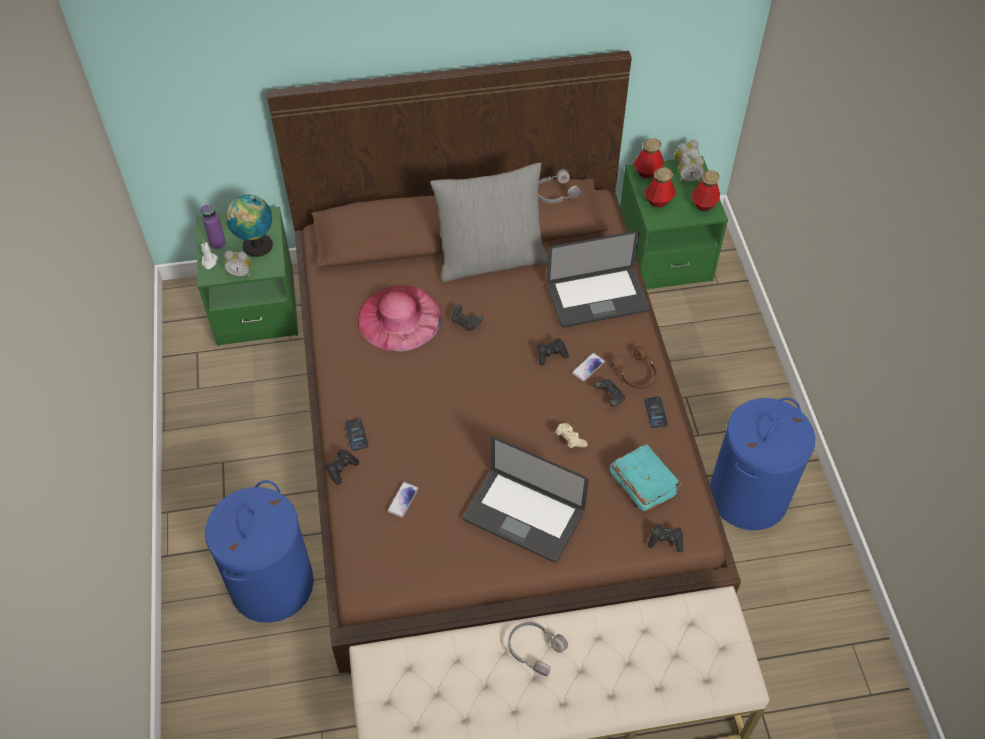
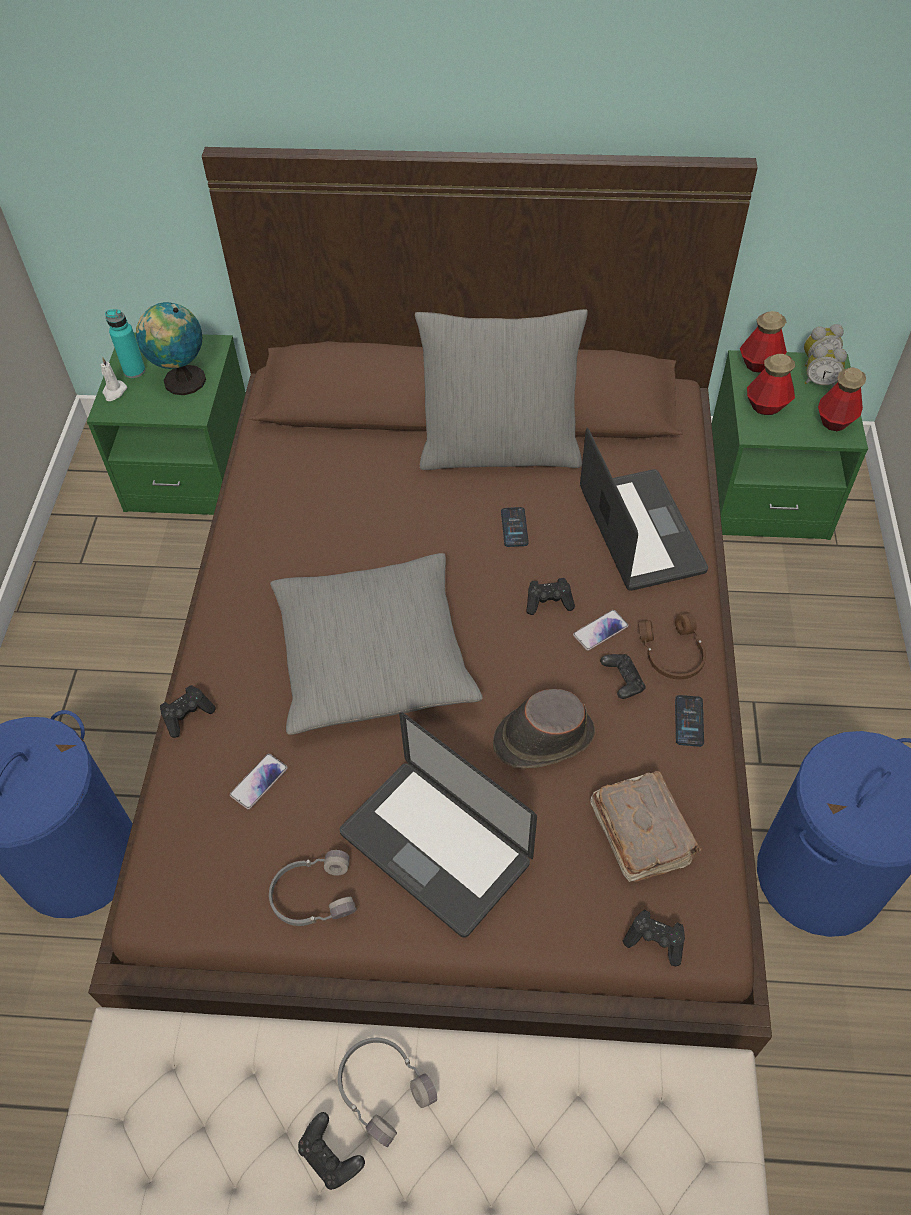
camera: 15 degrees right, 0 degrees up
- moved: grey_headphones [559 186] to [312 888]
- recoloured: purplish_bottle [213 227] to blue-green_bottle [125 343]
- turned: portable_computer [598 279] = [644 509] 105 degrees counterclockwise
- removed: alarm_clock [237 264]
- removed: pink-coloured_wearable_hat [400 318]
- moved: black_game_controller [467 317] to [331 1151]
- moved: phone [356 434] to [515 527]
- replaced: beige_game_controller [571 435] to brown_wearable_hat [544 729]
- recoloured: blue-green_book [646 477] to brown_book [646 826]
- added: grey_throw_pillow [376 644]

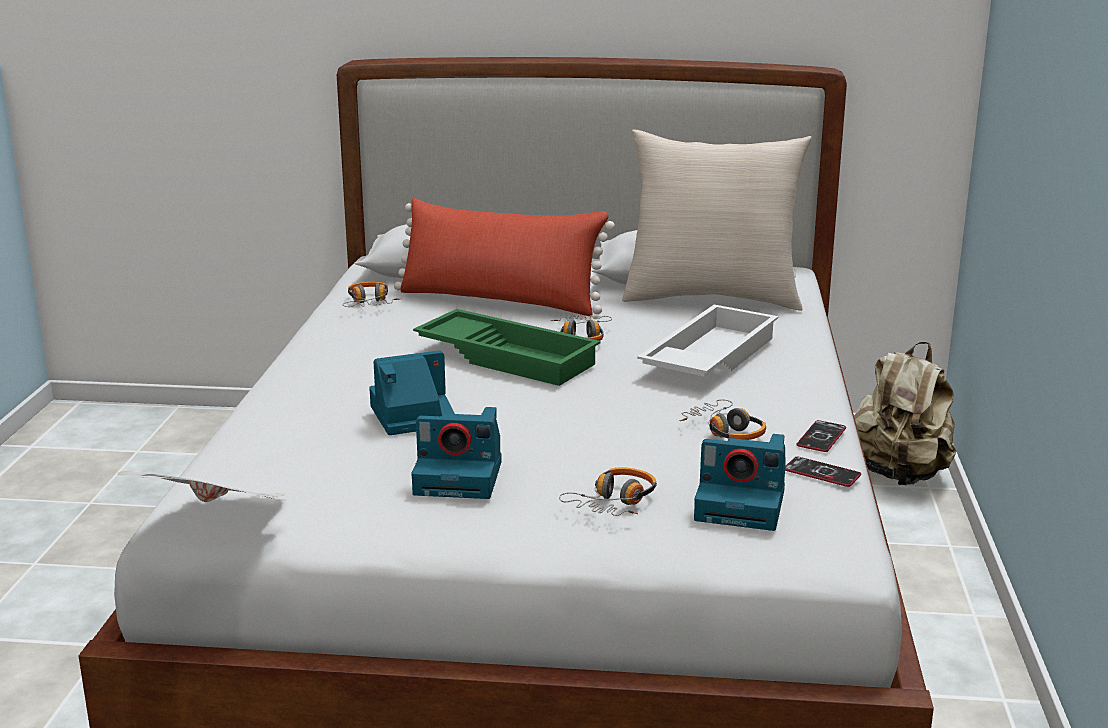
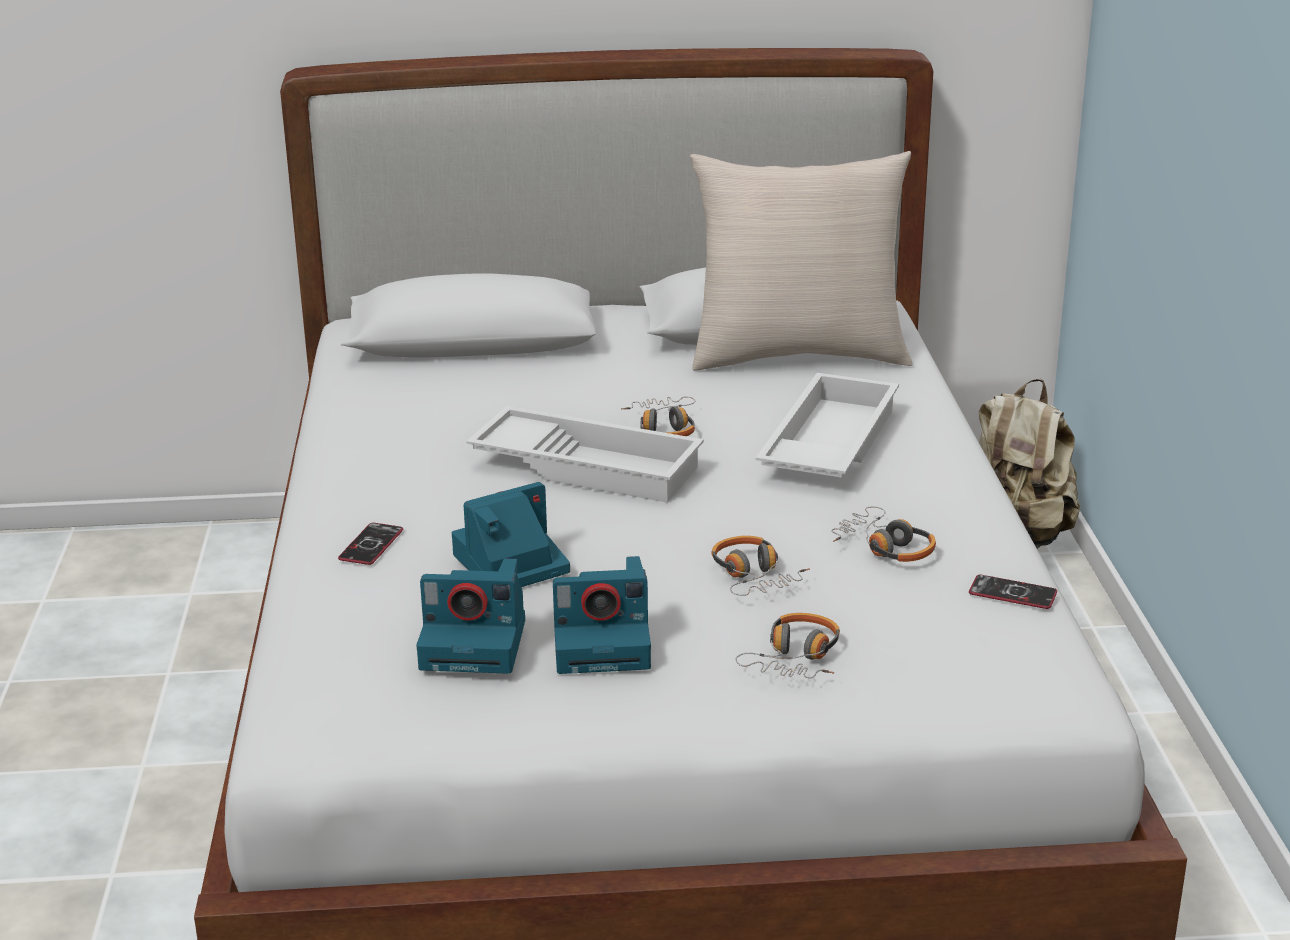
camera: 10 degrees left, 5 degrees up
- removed: reddish_throw_pillow [504 257]
- moved: headphones [372 294] to [760 566]
- recoloured: greenish_serving_tray [507 347] to white_serving_tray [585 454]
- moved: phone [821 436] to [370 544]
- moved: still_camera [740 482] to [470 616]
- removed: daily_paper [201 486]

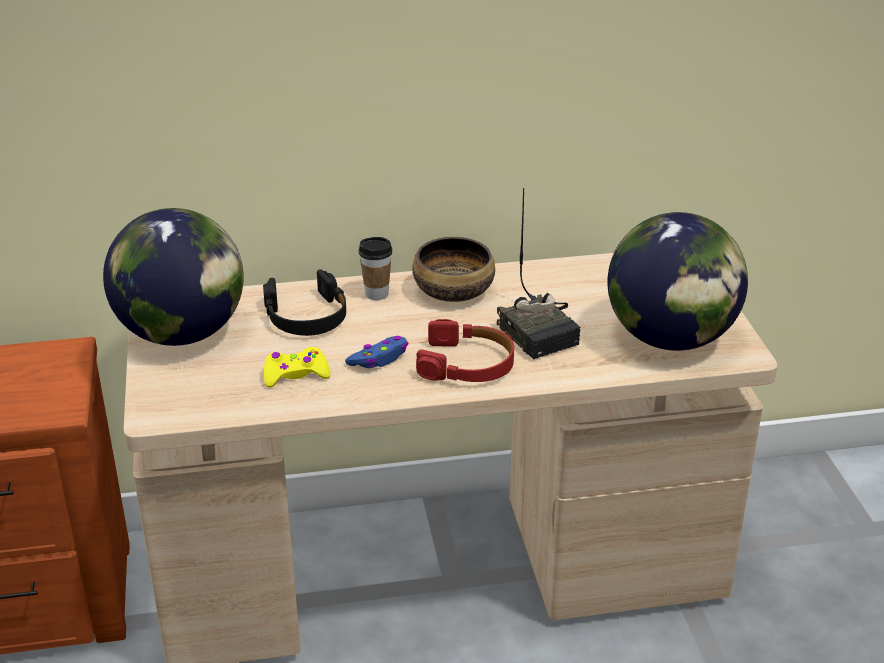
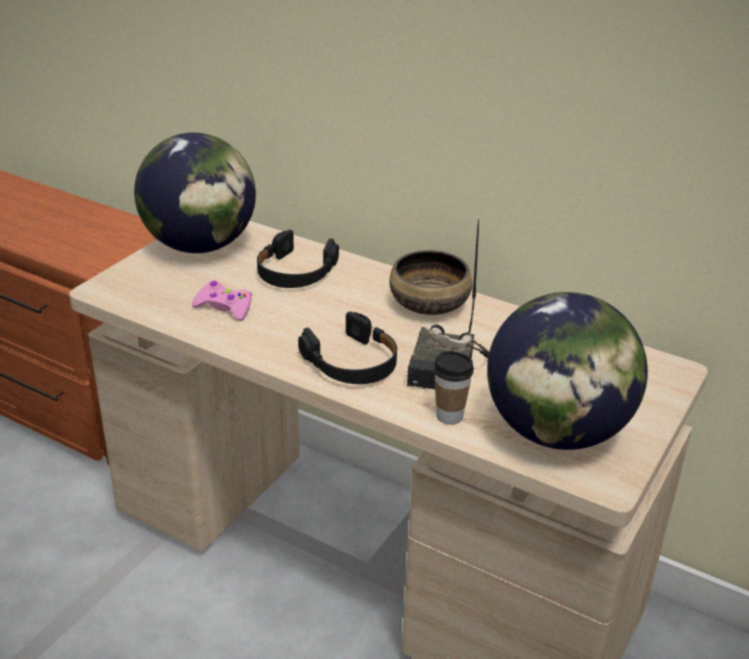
camera: 40 degrees right, 0 degrees up
- moved: small_cup [375 268] to [454 388]
- recoloured: reddish_headphones [465 350] to black_headphones [347 347]
- removed: blue-coloured_game_controller [376 352]
- recoloured: yellow-coloured_game_controller [297 367] to pink-coloured_game_controller [222 301]

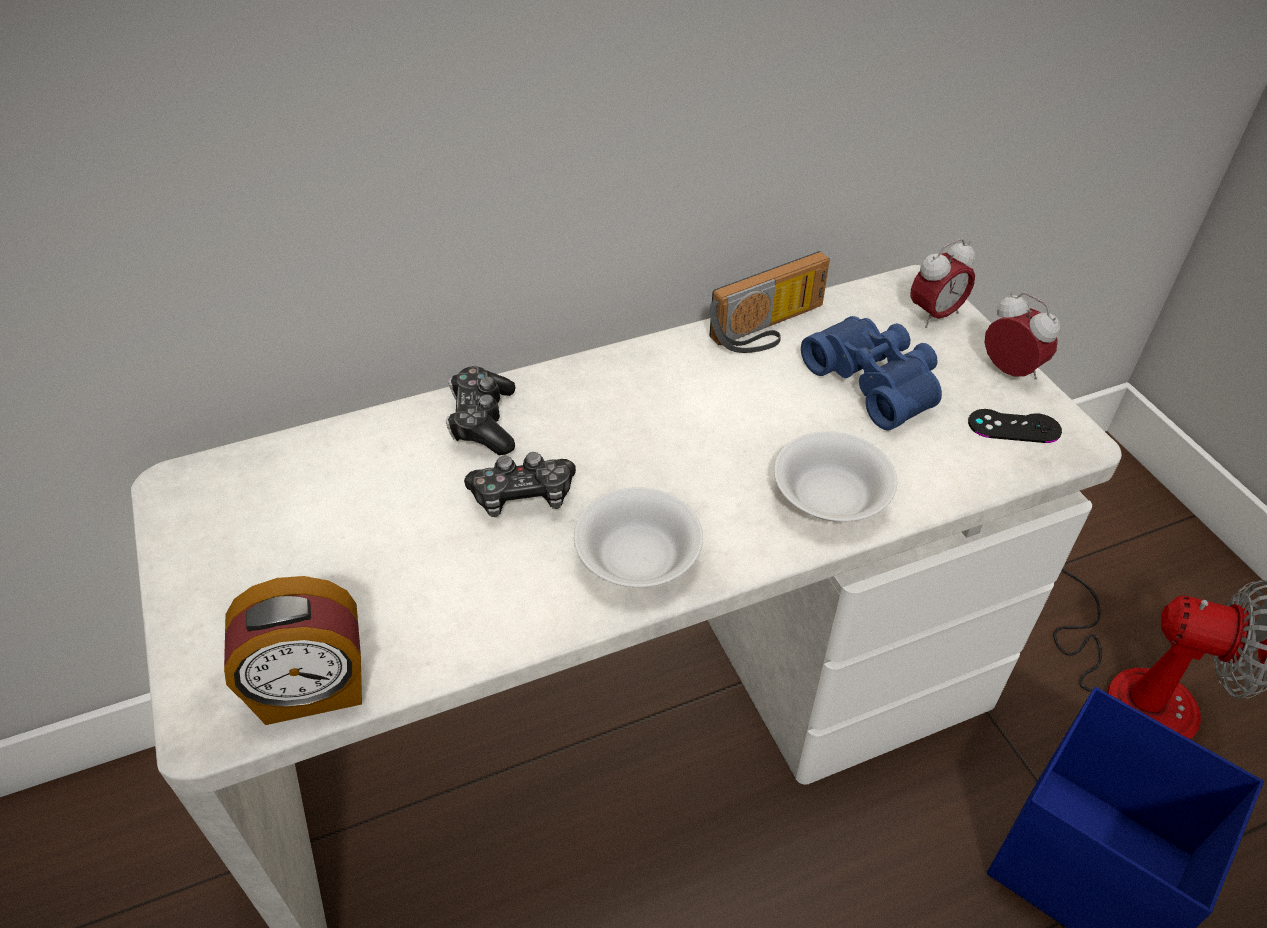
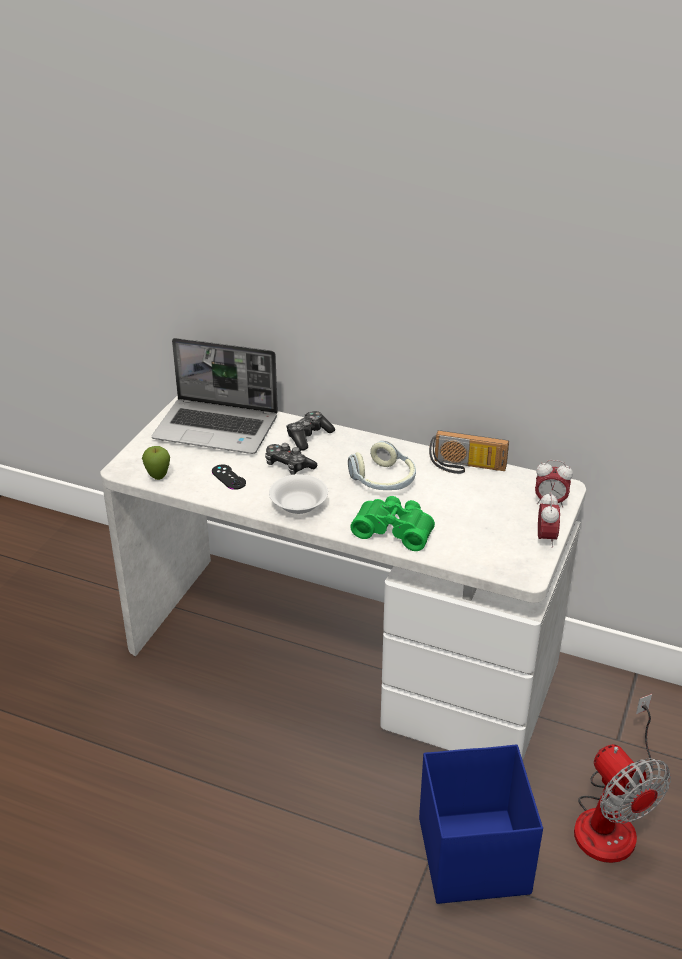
camera: 45 degrees right, 10 degrees down
- removed: blue-coloured_field_glasses [871 373]
- moved: black_game_controller [1015 426] to [229 477]
- replaced: white_serving_bowl [835 476] to greenish_field_glasses [392 523]
- replaced: alarm_clock [293 650] to apple [156 463]
- added: portable_computer [215 396]
- added: headphones [382 465]

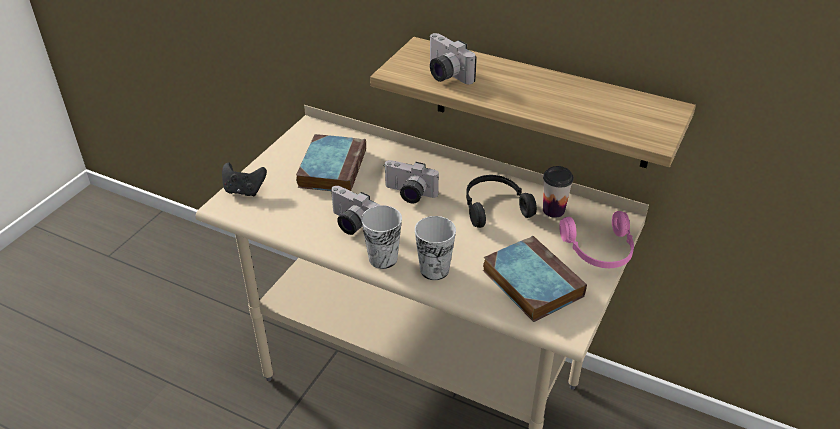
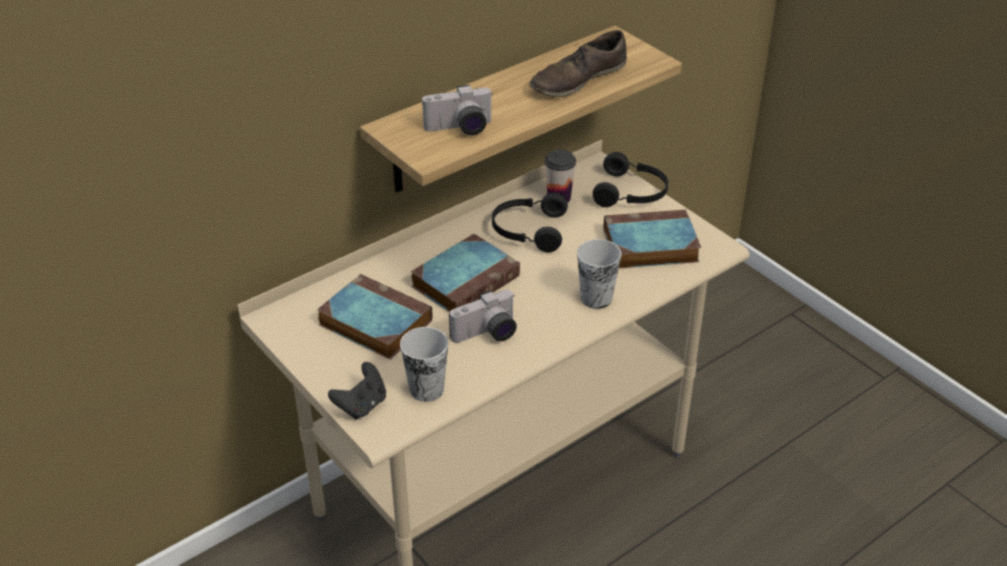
camera: 65 degrees left, 0 degrees up
- replaced: still_camera [411 182] to book [465 273]
- moved: small_cup [381 237] to [424 364]
- recoloured: pink-coloured_headphones [596 239] to black_headphones [630 179]
- added: brown_item_of_footwear [578 63]

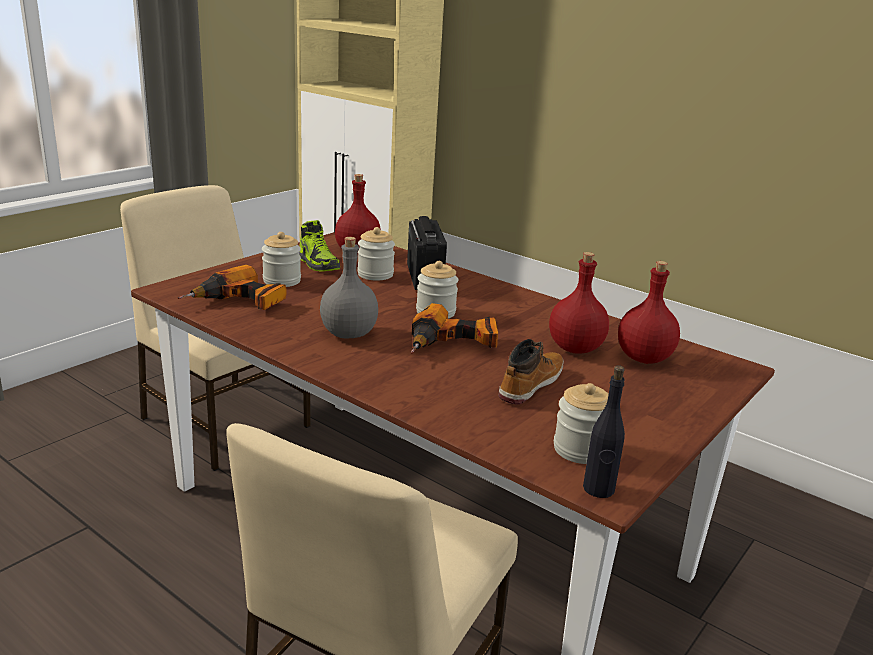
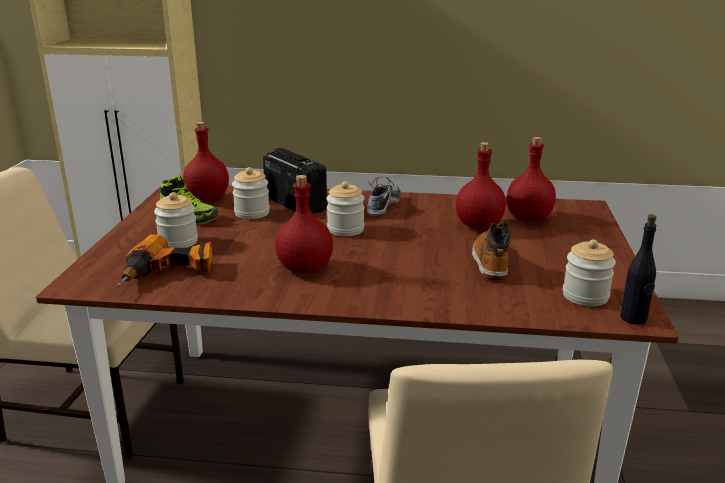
camera: 30 degrees left, 0 degrees up
- recoloured: grey_bottle [349 288] to reddish_bottle [304 224]
- removed: electric_drill [454 328]
- added: item_of_footwear [384 197]

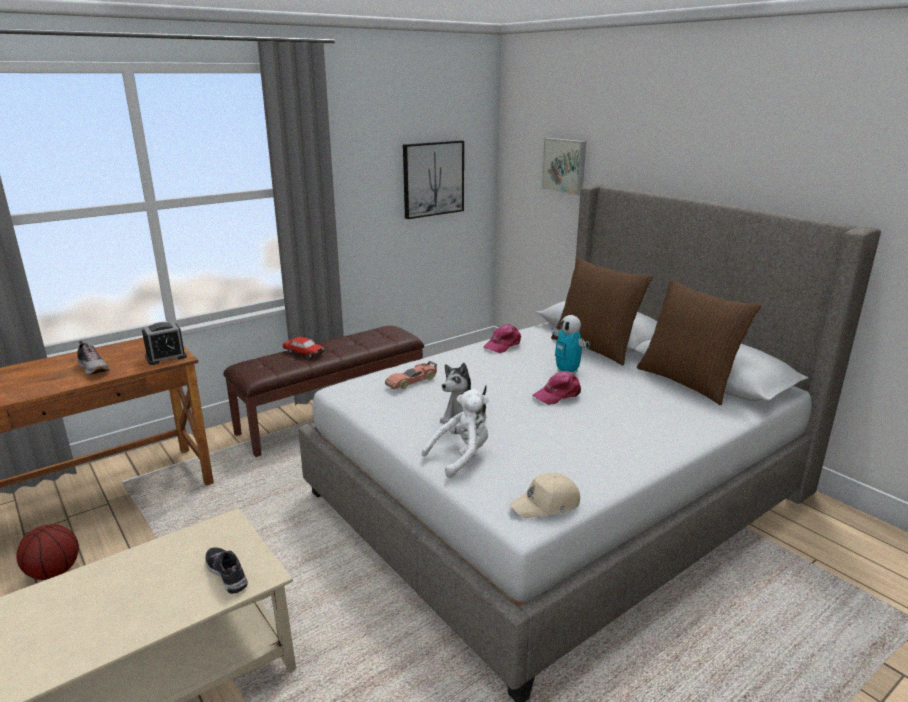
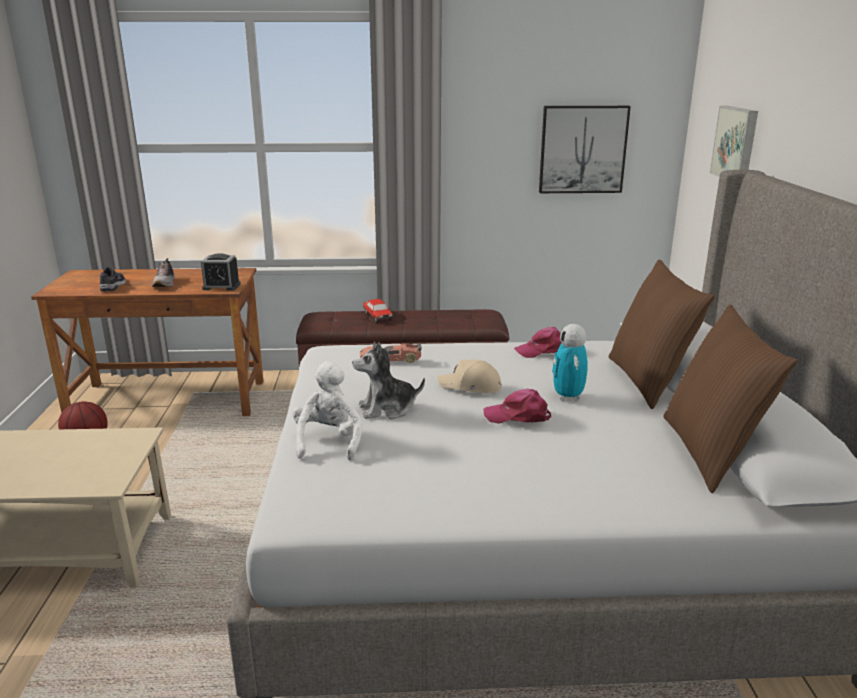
camera: 35 degrees right, 0 degrees up
- turned: white_cuddly_toy [455 433] = [327 410] 90 degrees counterclockwise
- moved: beige_cap [545 495] to [469 376]
- moved: item_of_footwear [226 570] to [113 279]

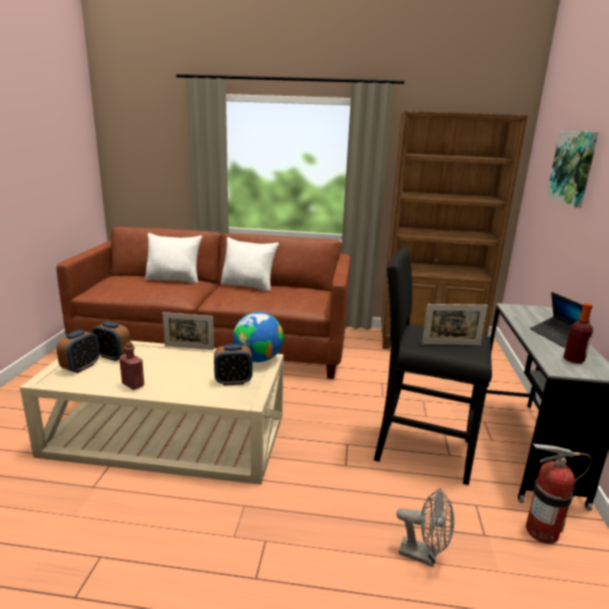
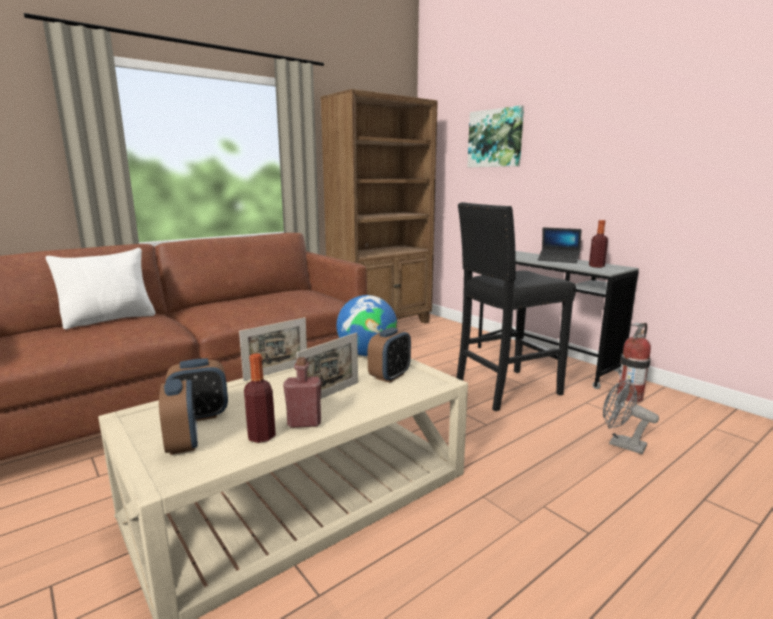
camera: 45 degrees left, 5 degrees down
- removed: white_throw_pillow [250 264]
- moved: photo_frame [455 324] to [327 365]
- turned: grey_cooling_fan [425 527] = [631 416] 120 degrees counterclockwise
- added: bottle [260 398]

